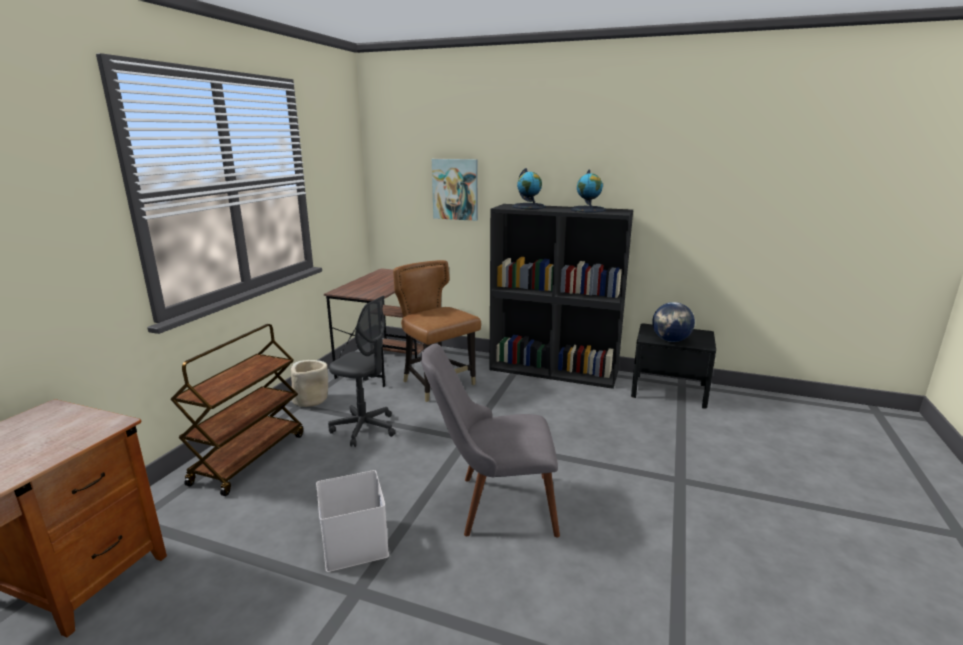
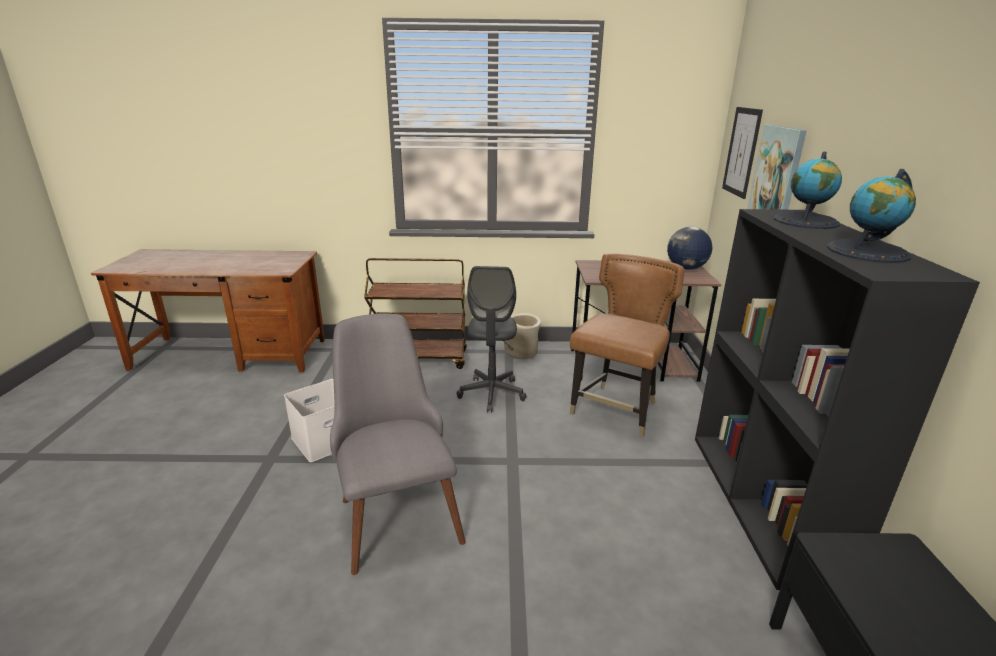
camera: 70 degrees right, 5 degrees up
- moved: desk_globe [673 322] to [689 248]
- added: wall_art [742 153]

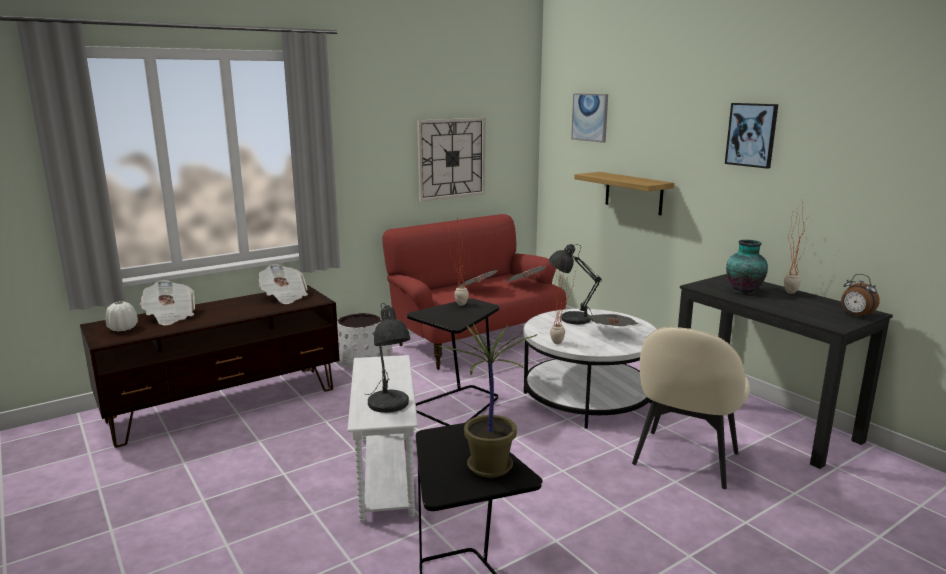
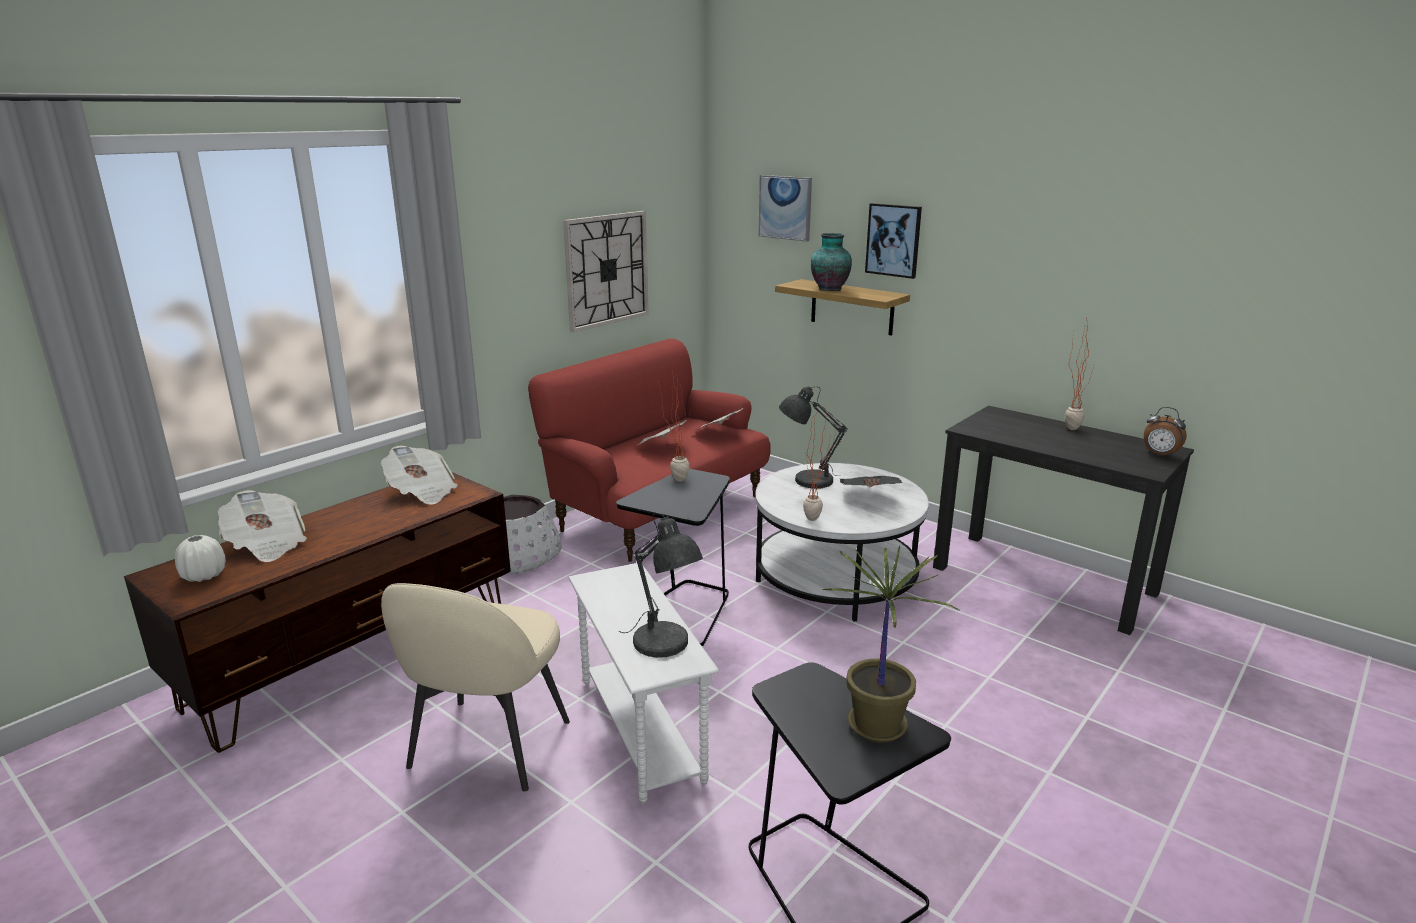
camera: 15 degrees left, 5 degrees up
- moved: wall_art [751 136] to [893 241]
- moved: vase [747 267] to [831 262]
- moved: beige_chair [691 408] to [475 687]

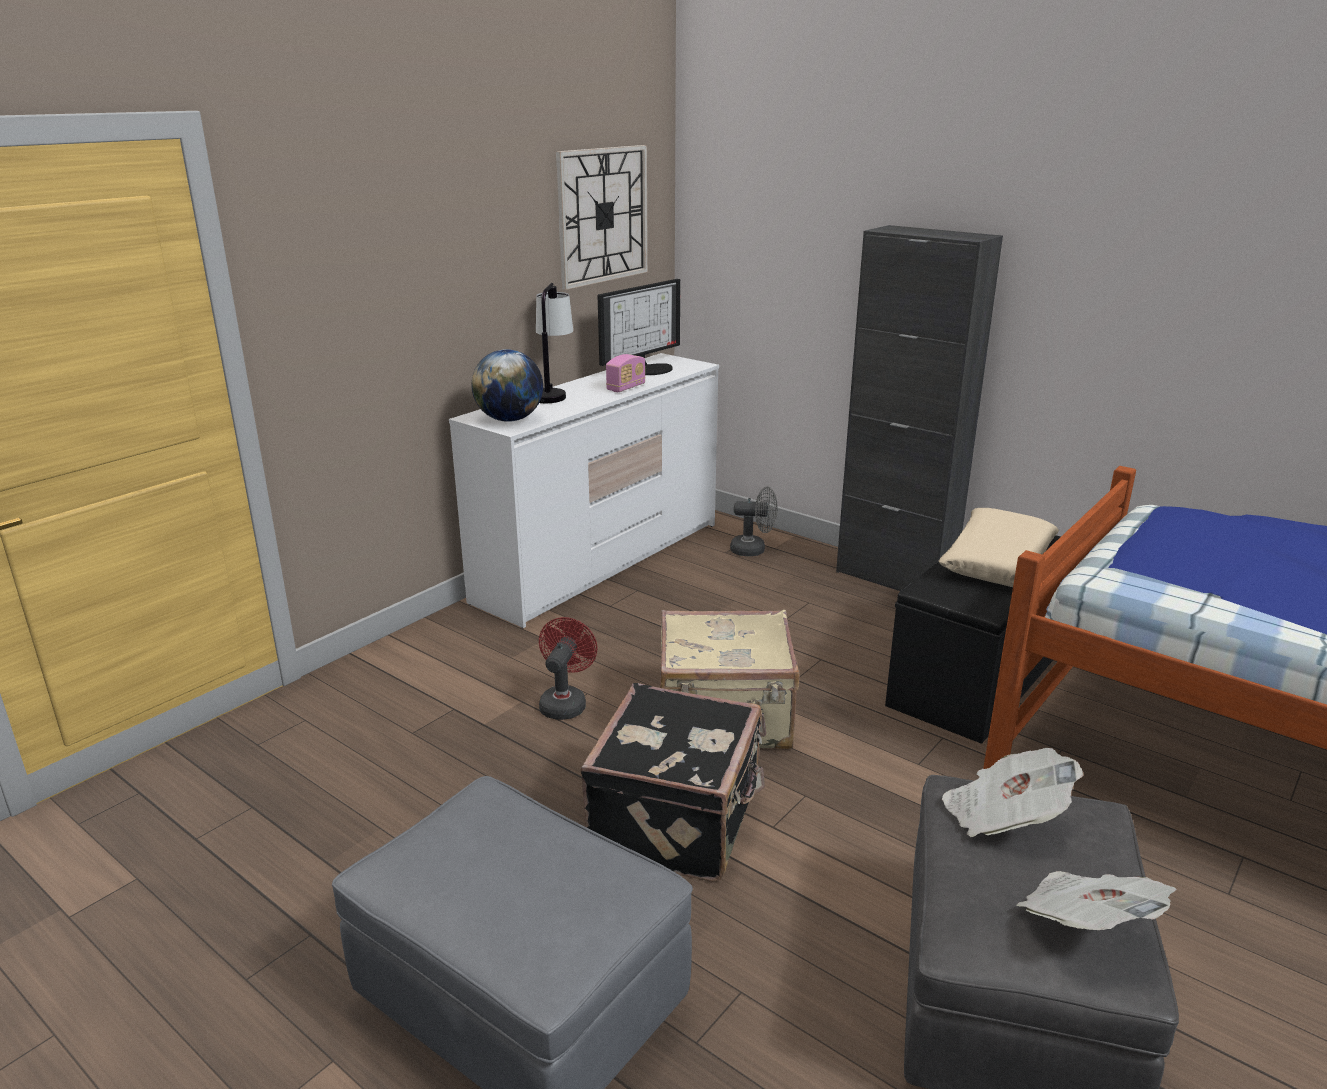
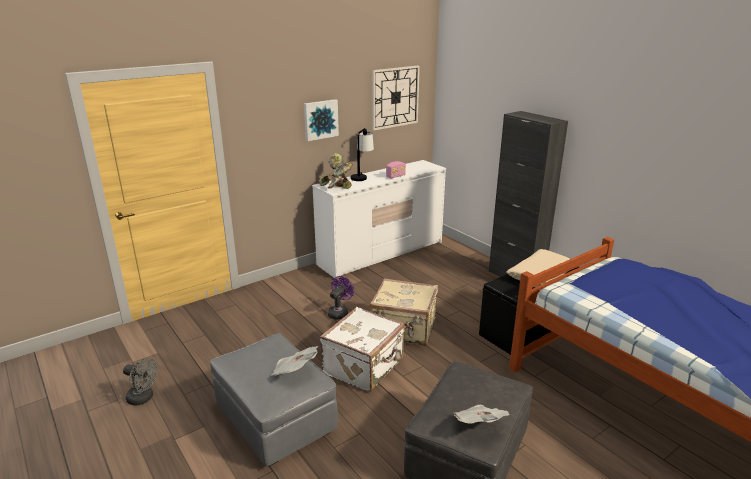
camera: 15 degrees right, 0 degrees up
- removed: computer_screen [639 327]
- replaced: desk_globe [507 385] to potted_plant [336 171]
- moved: grey_cooling_fan [754 521] to [140 382]
- recoloured: reddish_cooling_fan [568 668] to purplish_cooling_fan [341 298]
- recoloured: black_piece_of_luggage [672 782] to white_piece_of_luggage [362 349]
- moved: daily_paper [1012 792] to [294 360]
- added: wall_art [321 120]

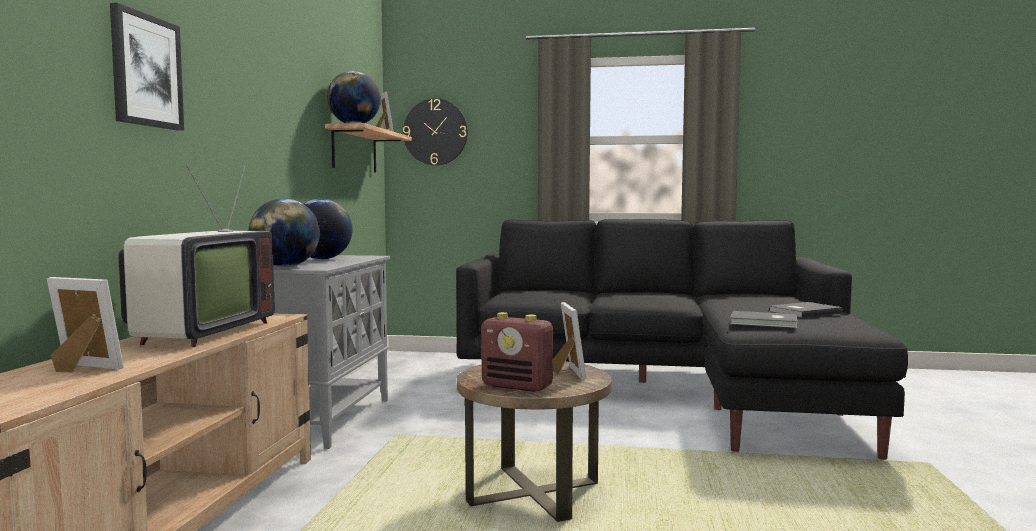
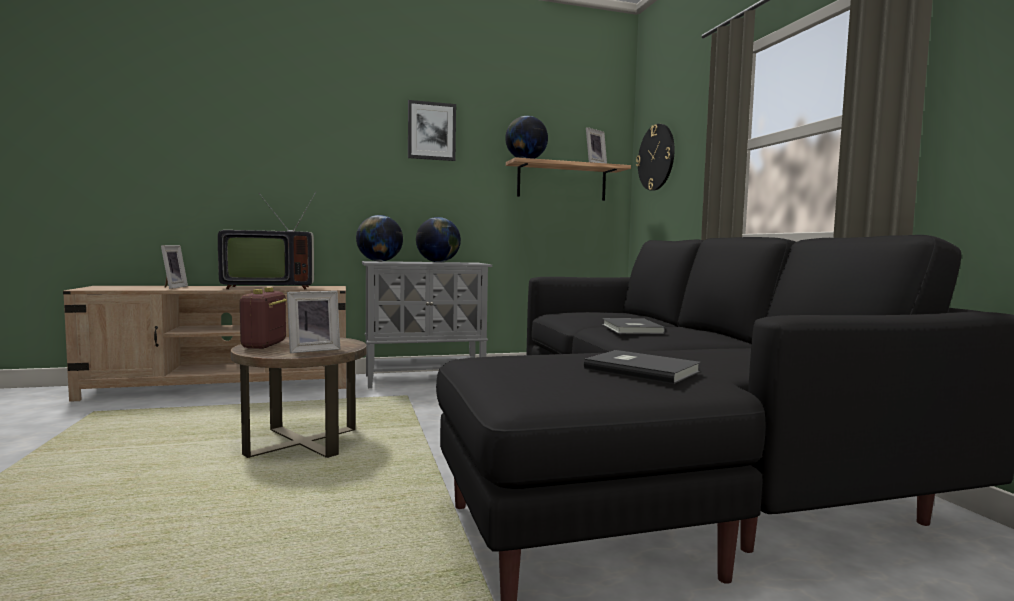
camera: 65 degrees right, 0 degrees up
- moved: wall_art [147 67] to [432 130]
- moved: grey_book [763 319] to [633 326]

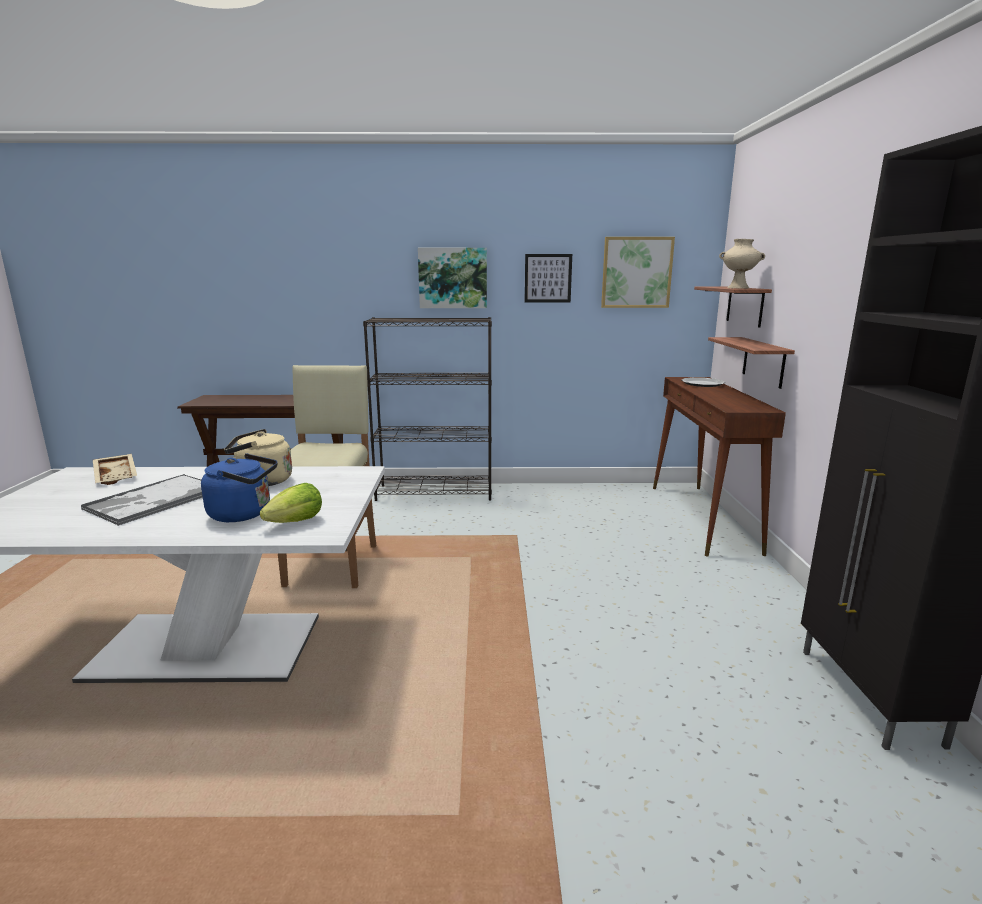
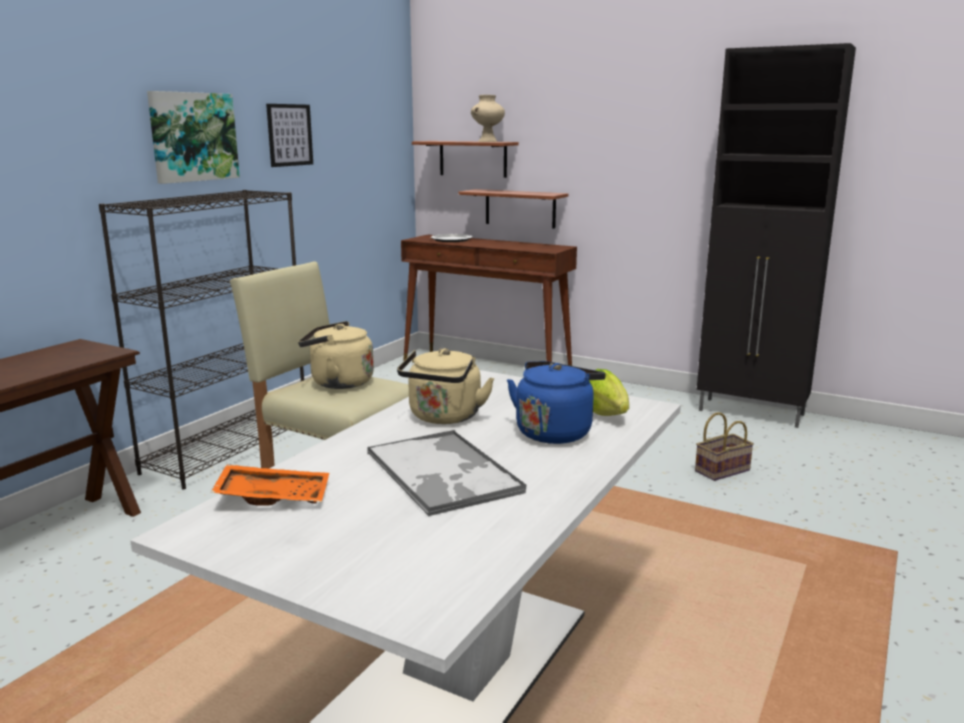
camera: 60 degrees left, 0 degrees up
- removed: wall_art [638 272]
- recoloured: beige_serving_tray [115 469] to orange_serving_tray [270 485]
- added: beige_tea_kettle [336 355]
- added: household_basket [724 446]

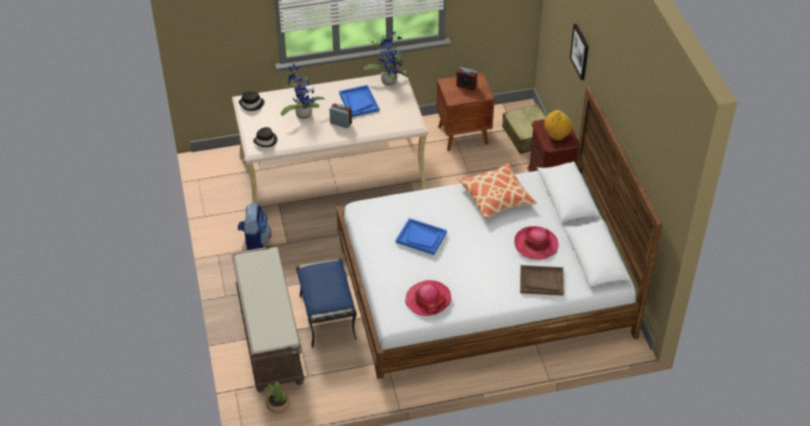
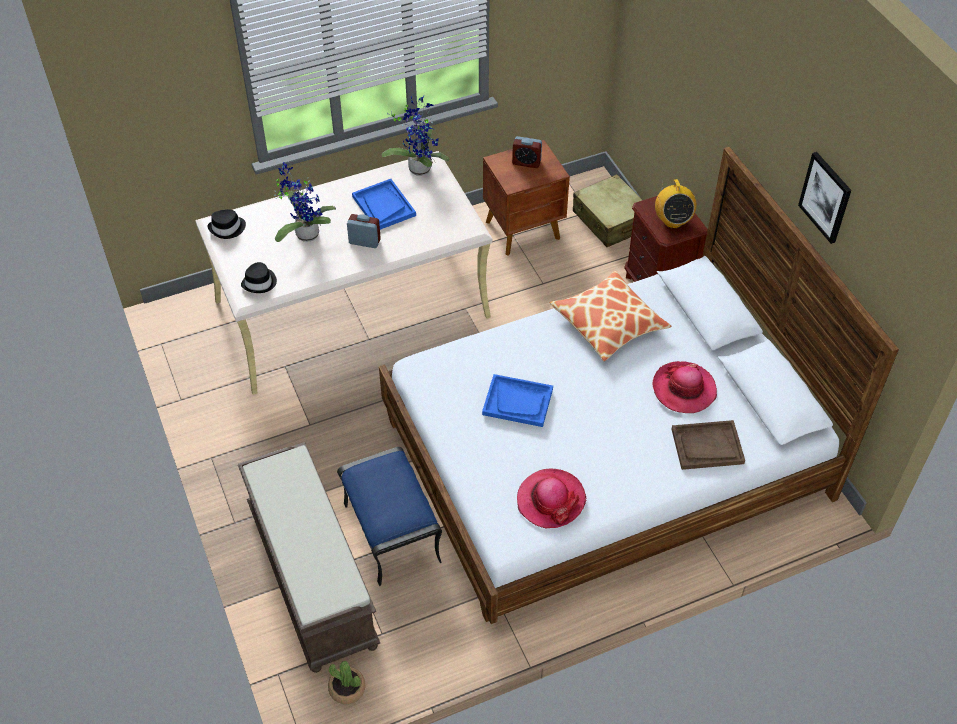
camera: 10 degrees left, 5 degrees up
- moved: wall_art [579 52] to [824 198]
- turned: radio_set [558 125] = [676 203] 135 degrees clockwise
- removed: knapsack [255 226]

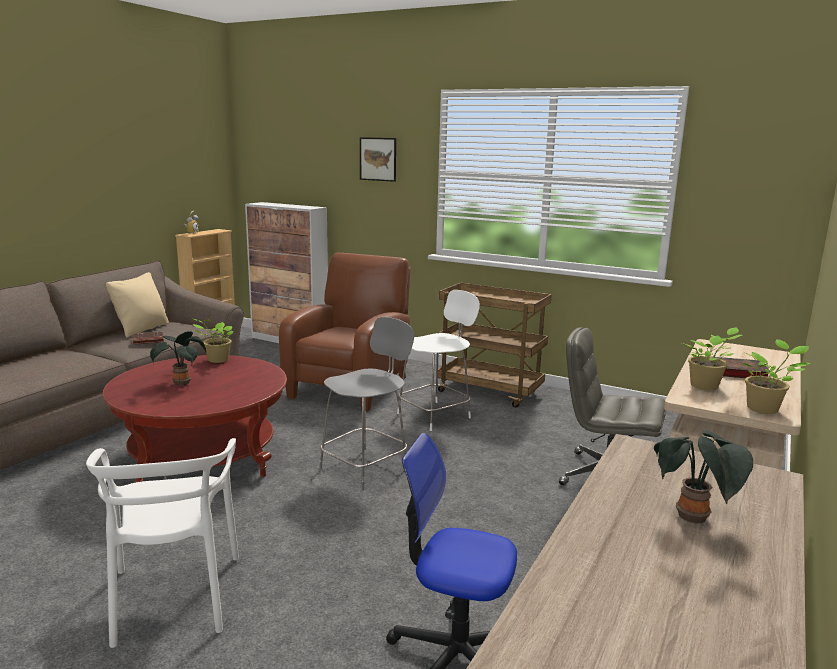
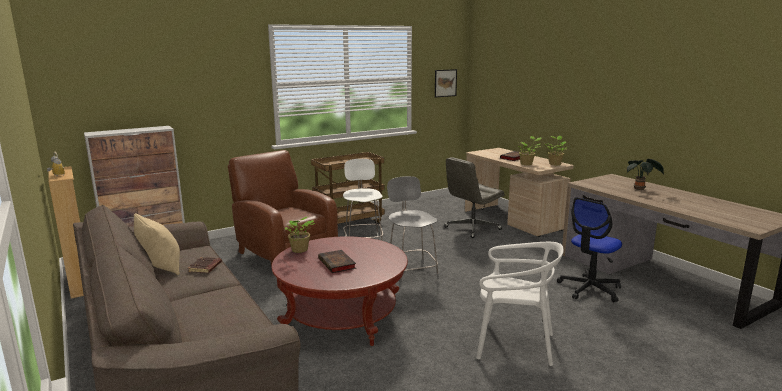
camera: 60 degrees left, 0 degrees up
- moved: wall_art [378 159] to [446 83]
- replaced: potted_plant [178 358] to book [337 261]

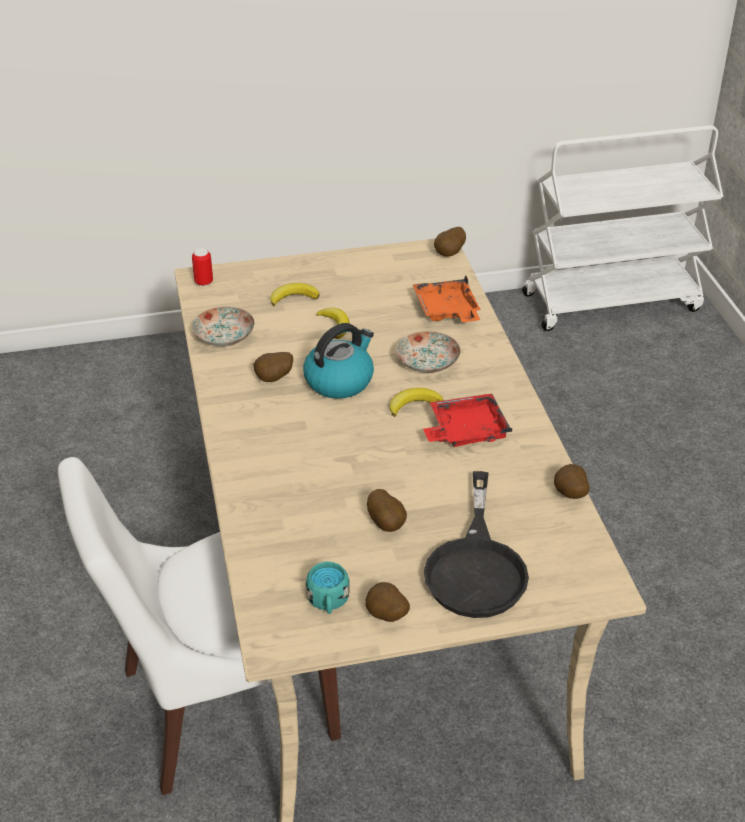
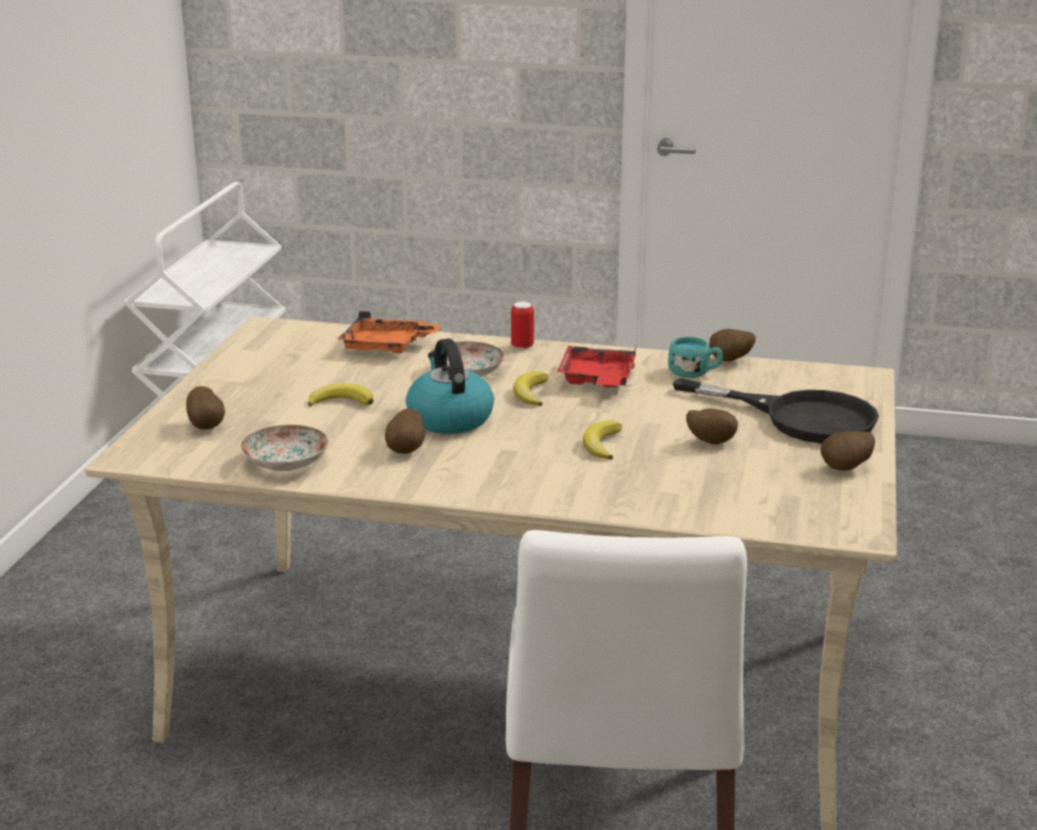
camera: 65 degrees left, 15 degrees down
- moved: potato [450 242] to [205 408]
- moved: sealed_can [202 267] to [522 325]
- moved: banana [295 294] to [602 440]
- moved: blue-green_tea_mug [328 587] to [695 357]

